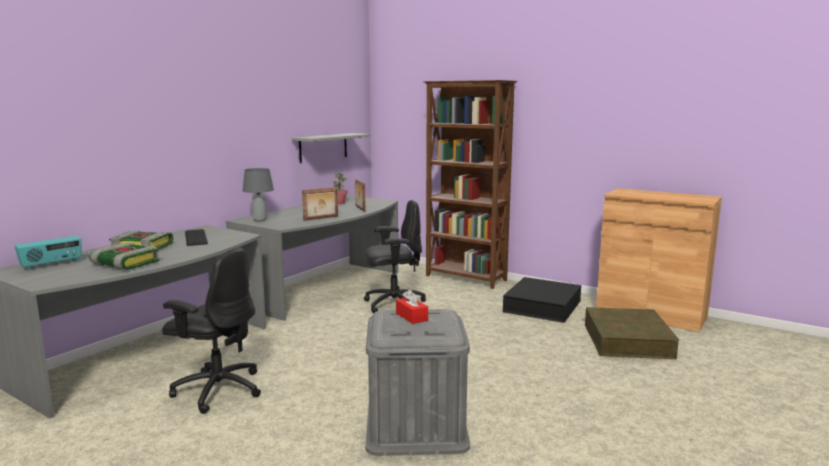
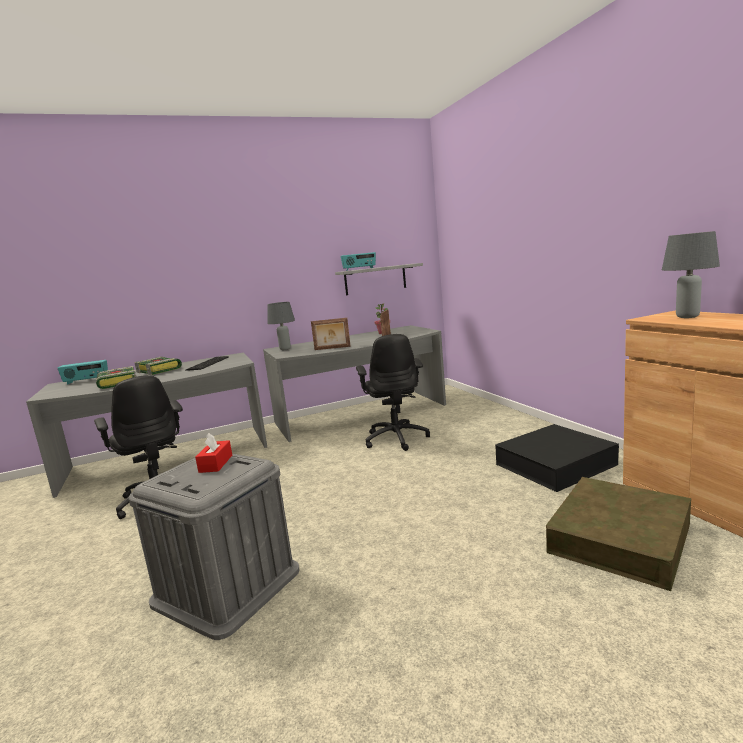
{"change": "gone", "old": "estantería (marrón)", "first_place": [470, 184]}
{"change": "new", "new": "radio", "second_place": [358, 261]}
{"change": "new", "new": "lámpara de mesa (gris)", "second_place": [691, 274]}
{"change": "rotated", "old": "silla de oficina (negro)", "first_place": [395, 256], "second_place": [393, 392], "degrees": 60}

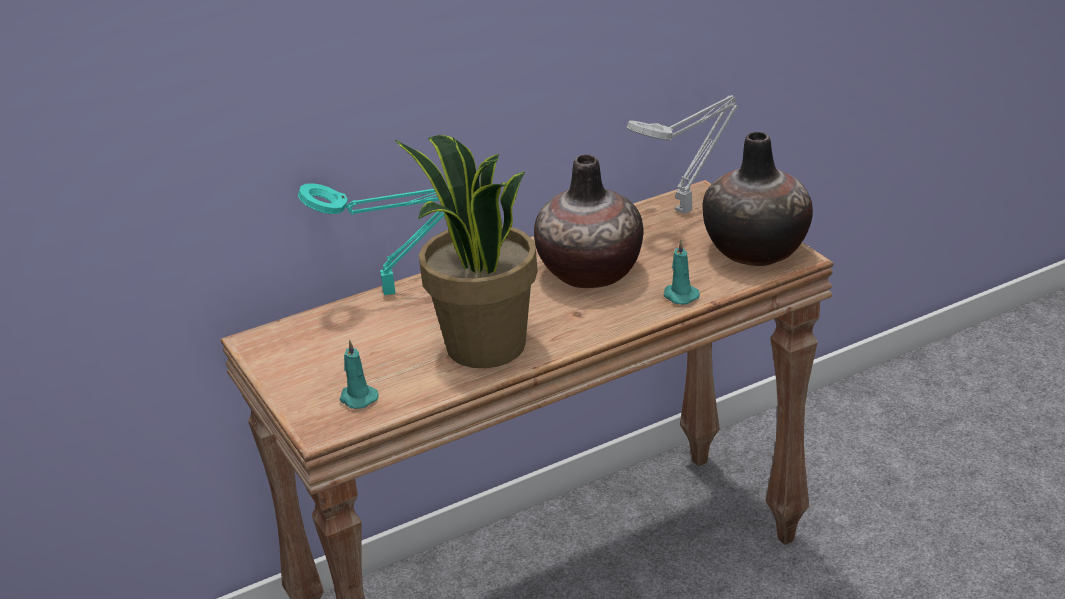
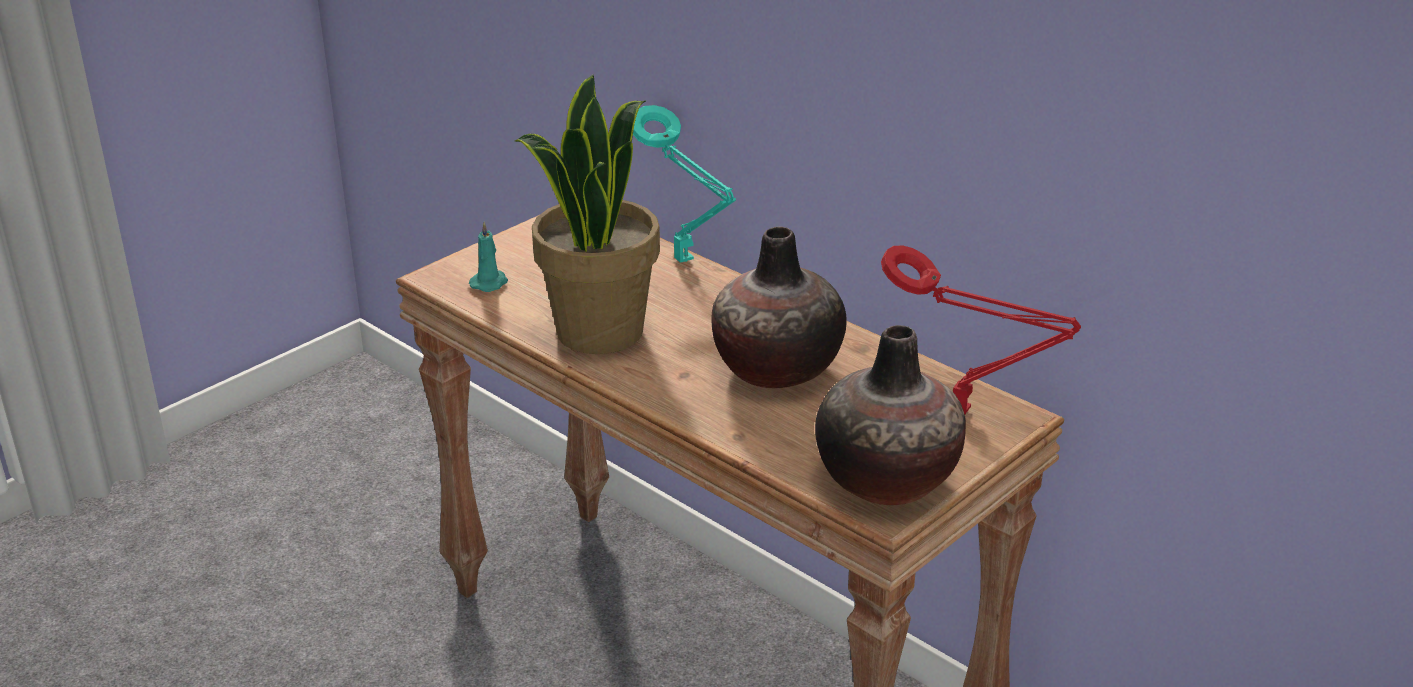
{"change": "gone", "old": "vela (turquesa)", "first_place": [682, 272]}
{"change": "repainted", "old": "lámpara de mesa (gris)", "new": "lámpara de mesa (rojo)", "first_place": [683, 154], "second_place": [981, 329]}

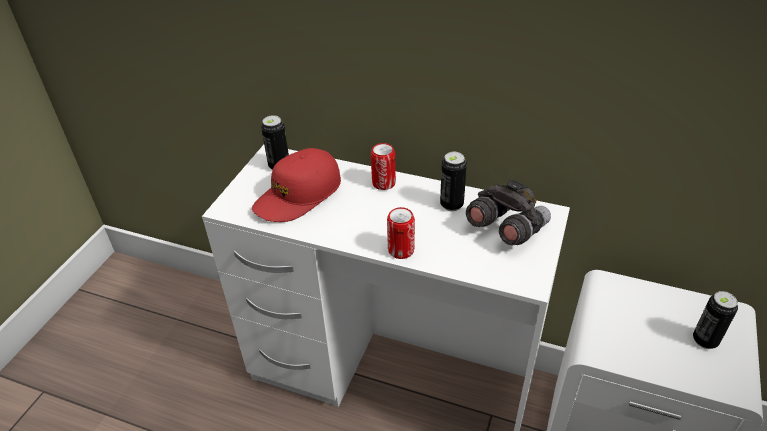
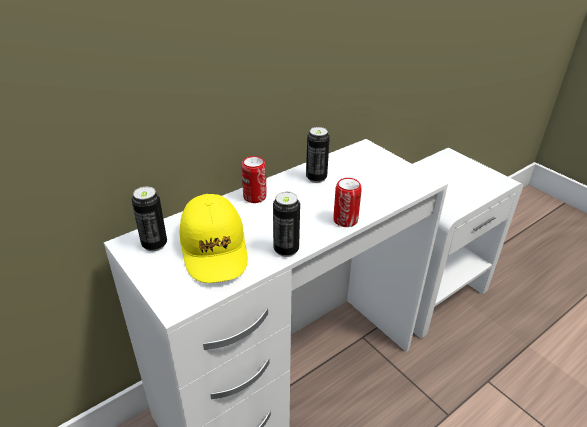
{"change": "gone", "old": "prismáticos (gris)", "first_place": [508, 212]}
{"change": "shifted", "old": "lata", "first_place": [715, 320], "second_place": [286, 224]}
{"change": "repainted", "old": "gorra (rojo)", "new": "gorra (amarillo)", "first_place": [296, 185], "second_place": [214, 238]}

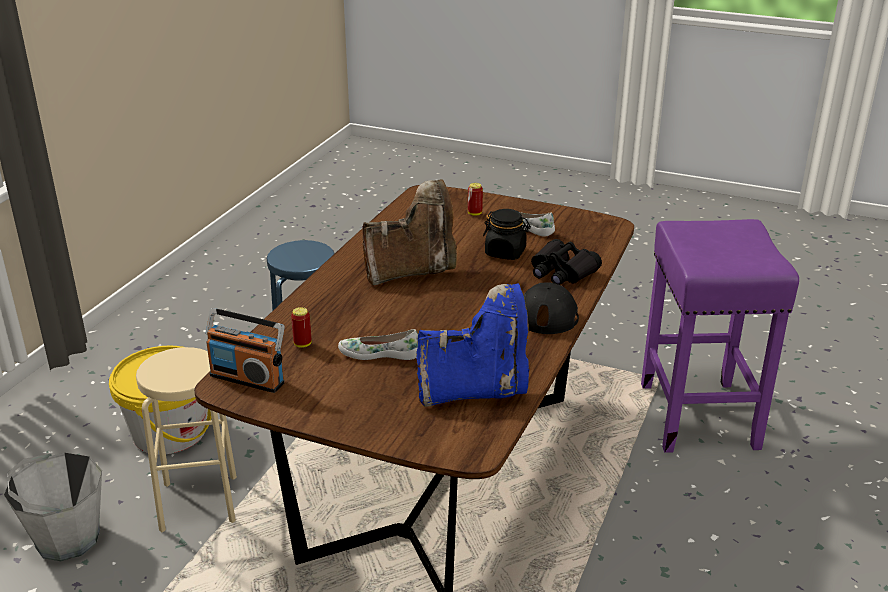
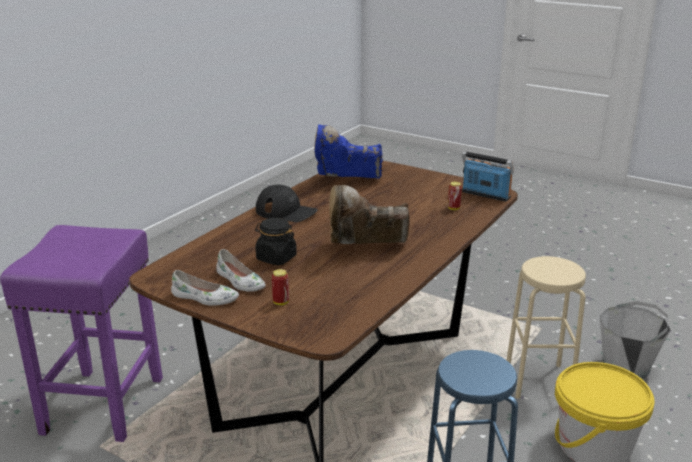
{"change": "gone", "old": "prismáticos (negro)", "first_place": [566, 262]}
{"change": "shifted", "old": "zapato (blanco)", "first_place": [378, 344], "second_place": [205, 288]}

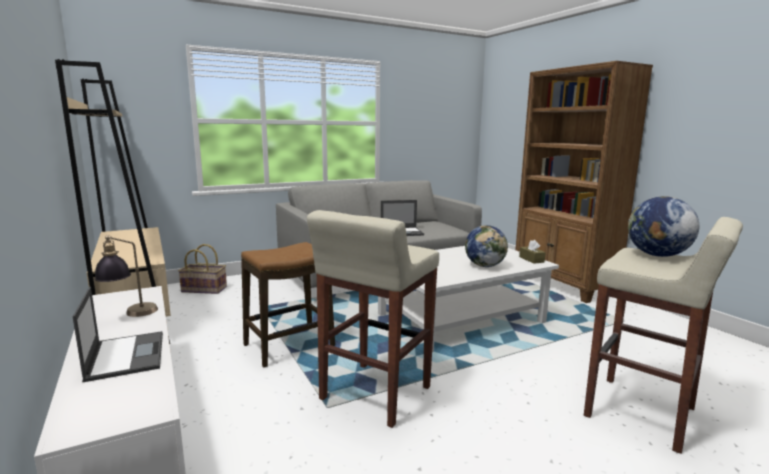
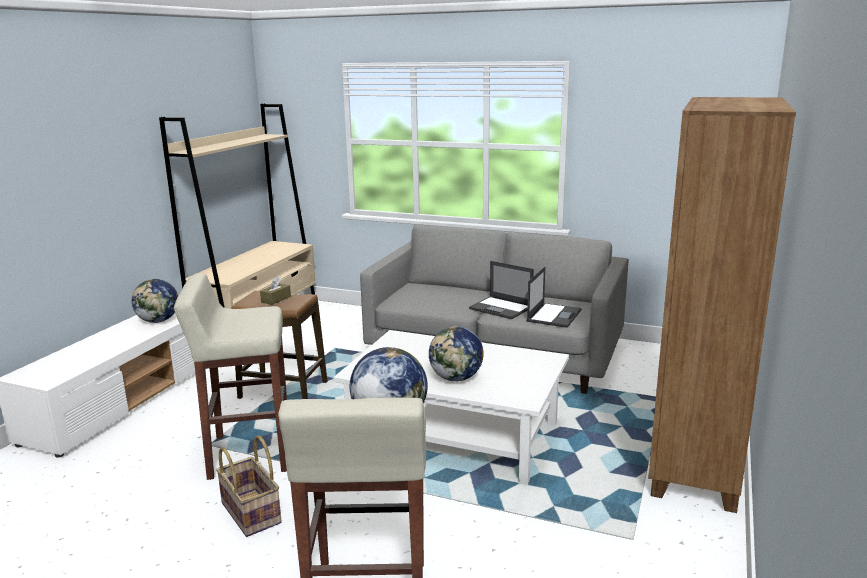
{"change": "shifted", "old": "portátil", "first_place": [118, 334], "second_place": [554, 297]}
{"change": "shifted", "old": "cesta", "first_place": [202, 269], "second_place": [249, 486]}
{"change": "shifted", "old": "caja de pañuelos (marrón)", "first_place": [532, 252], "second_place": [275, 291]}
{"change": "swapped", "old": "lámpara de mesa", "new": "globo terráqueo", "first_place": [126, 276], "second_place": [155, 301]}

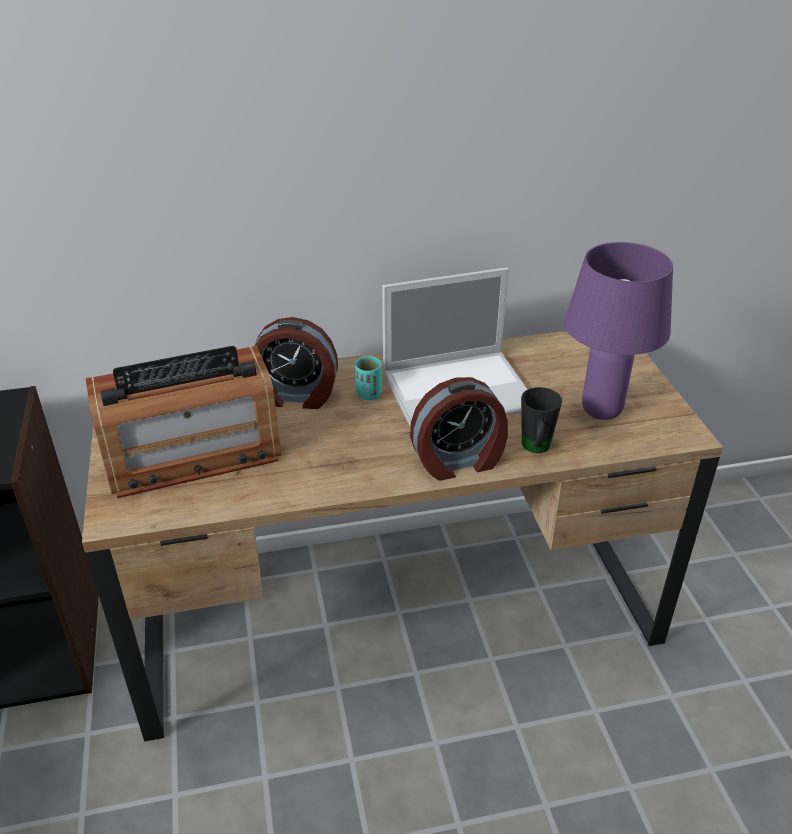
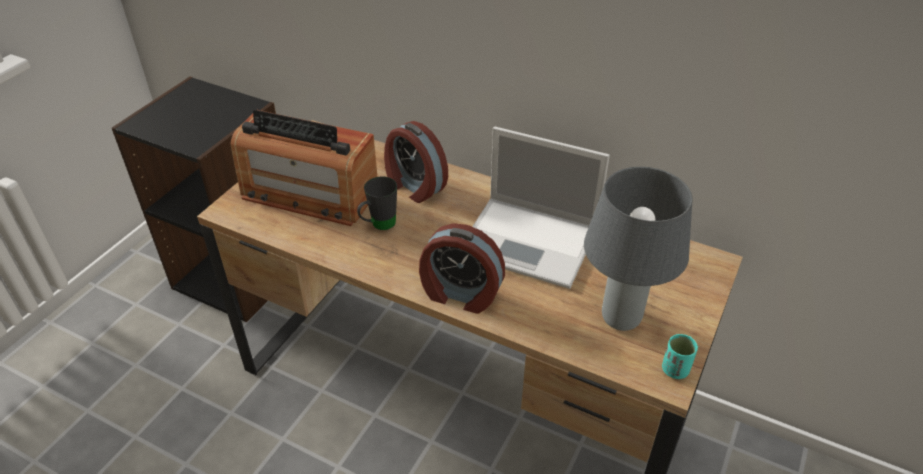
{"change": "shifted", "old": "taza (turquesa)", "first_place": [368, 378], "second_place": [680, 356]}
{"change": "shifted", "old": "taza grande (negro)", "first_place": [541, 420], "second_place": [377, 203]}
{"change": "repainted", "old": "lámpara de mesa (morado)", "new": "lámpara de mesa (gris)", "first_place": [618, 331], "second_place": [638, 249]}

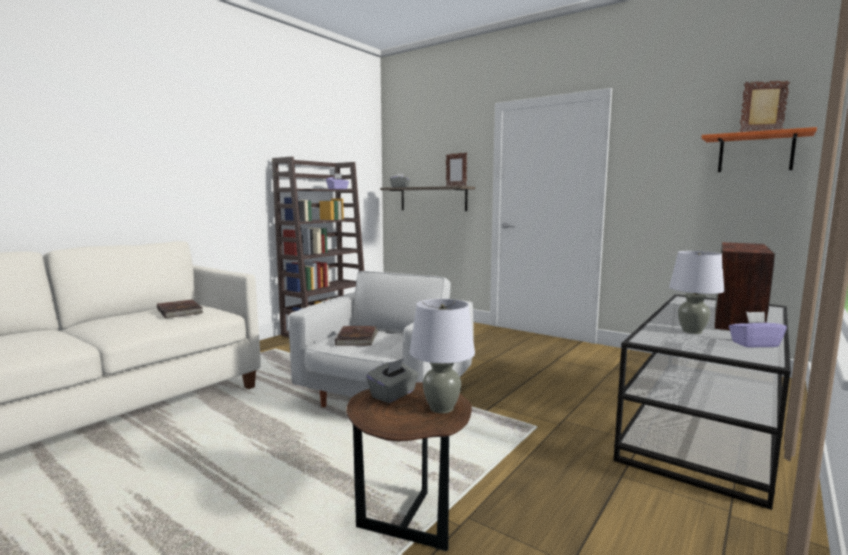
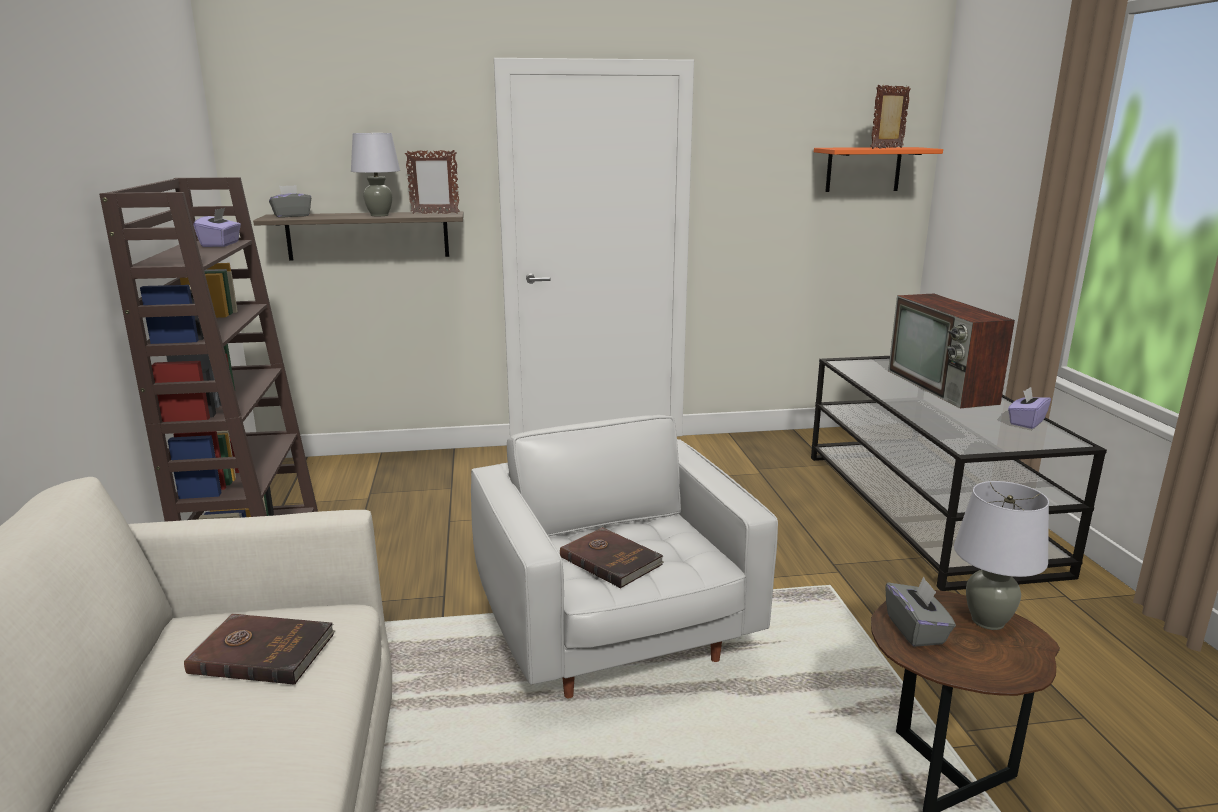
{"change": "shifted", "old": "lámpara de mesa (gris)", "first_place": [697, 292], "second_place": [375, 174]}

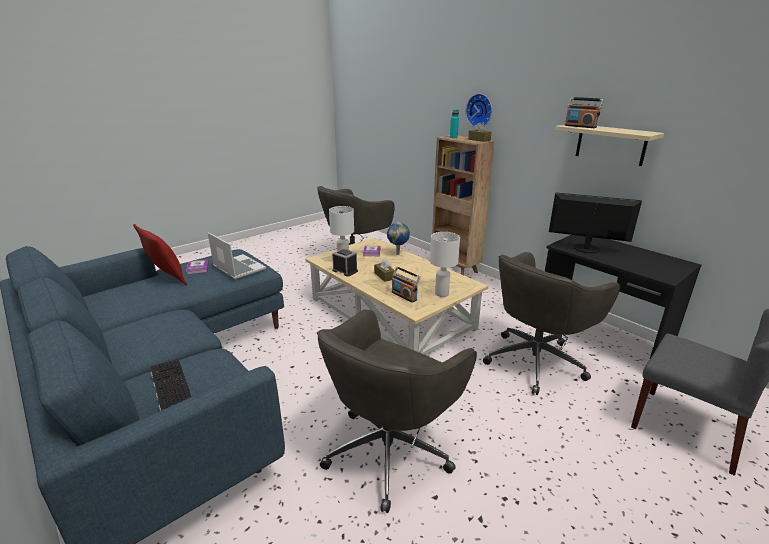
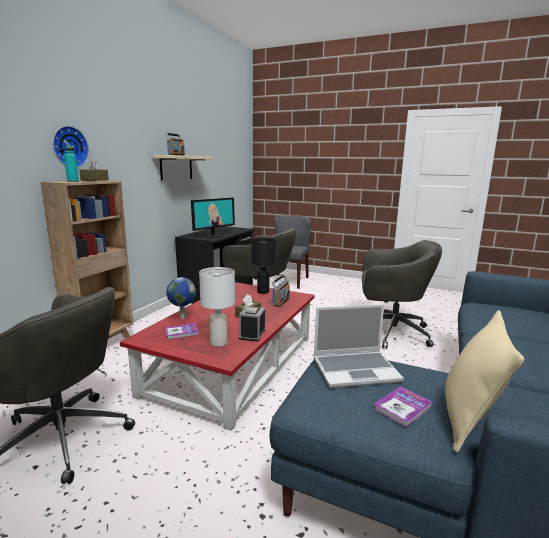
{"change": "gone", "old": "teclado", "first_place": [171, 385]}
{"change": "repainted", "old": "cojín (rojo)", "new": "cojín (beis)", "first_place": [160, 254], "second_place": [485, 381]}
{"change": "repainted", "old": "mesa de centro (beis)", "new": "mesa de centro (rojo)", "first_place": [396, 296], "second_place": [217, 356]}
{"change": "repainted", "old": "lámpara de mesa (blanco)", "new": "lámpara de mesa (negro)", "first_place": [445, 264], "second_place": [263, 266]}
{"change": "rotated", "old": "portátil", "first_place": [237, 256], "second_place": [358, 346], "degrees": -120}
{"change": "rotated", "old": "monitor", "first_place": [595, 222], "second_place": [213, 217], "degrees": -135}

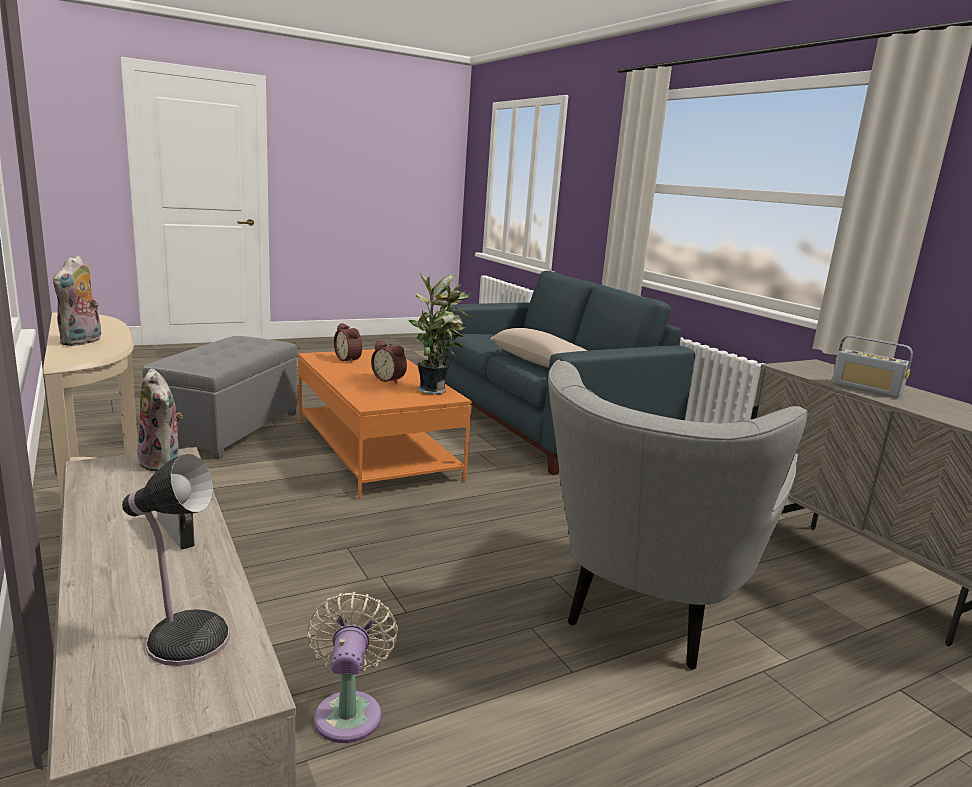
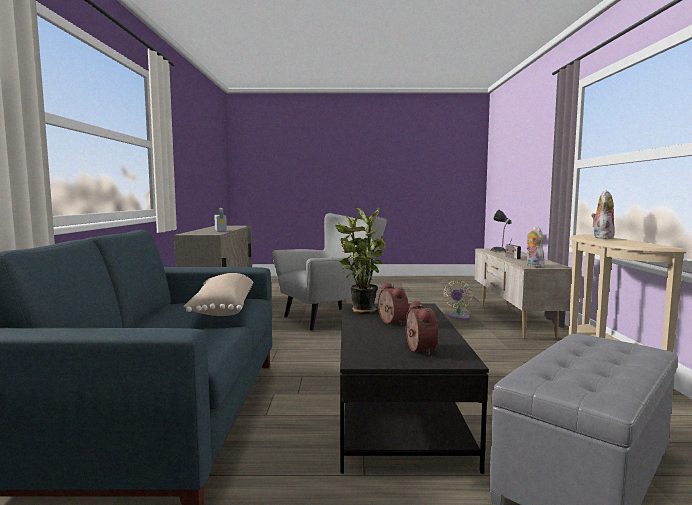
{"change": "repainted", "old": "mesa de centro (naranja)", "new": "mesa de centro (negro)", "first_place": [385, 424], "second_place": [414, 388]}

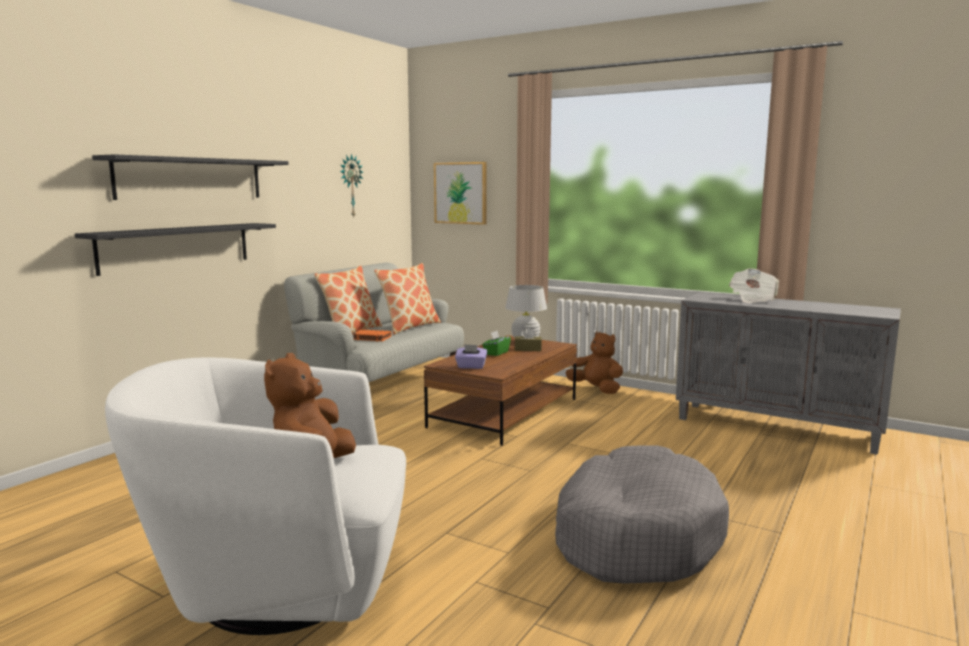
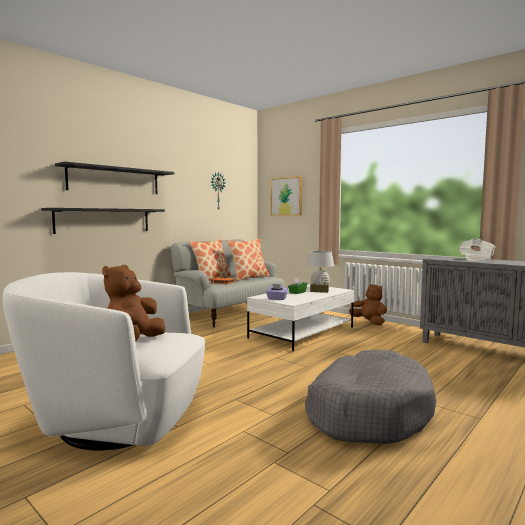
{"change": "repainted", "old": "mesa de centro (marrón)", "new": "mesa de centro (blanco)", "first_place": [500, 390], "second_place": [300, 317]}

